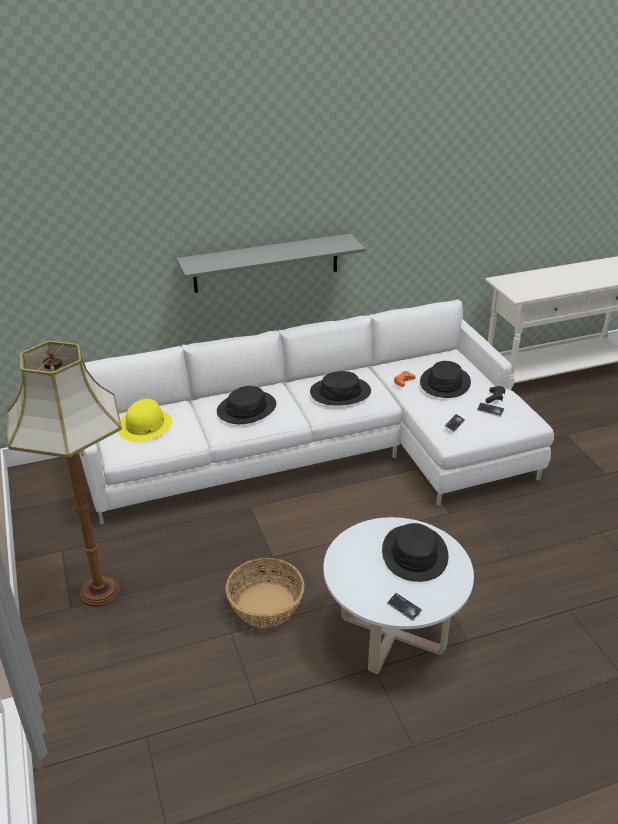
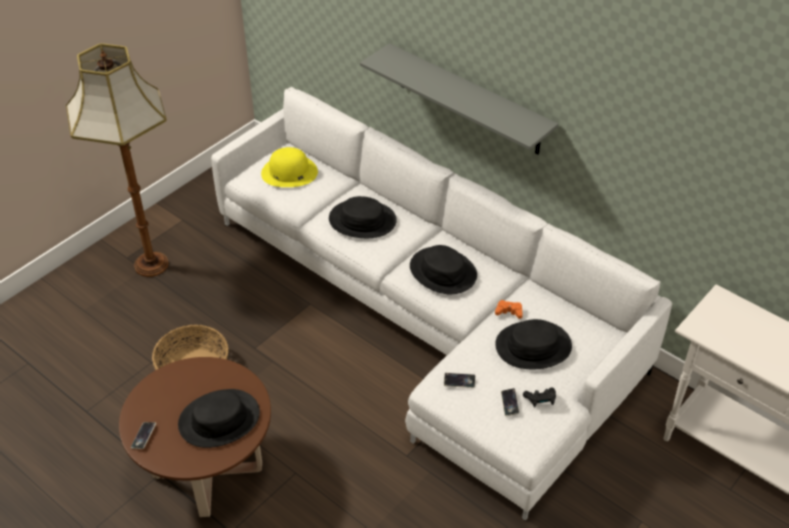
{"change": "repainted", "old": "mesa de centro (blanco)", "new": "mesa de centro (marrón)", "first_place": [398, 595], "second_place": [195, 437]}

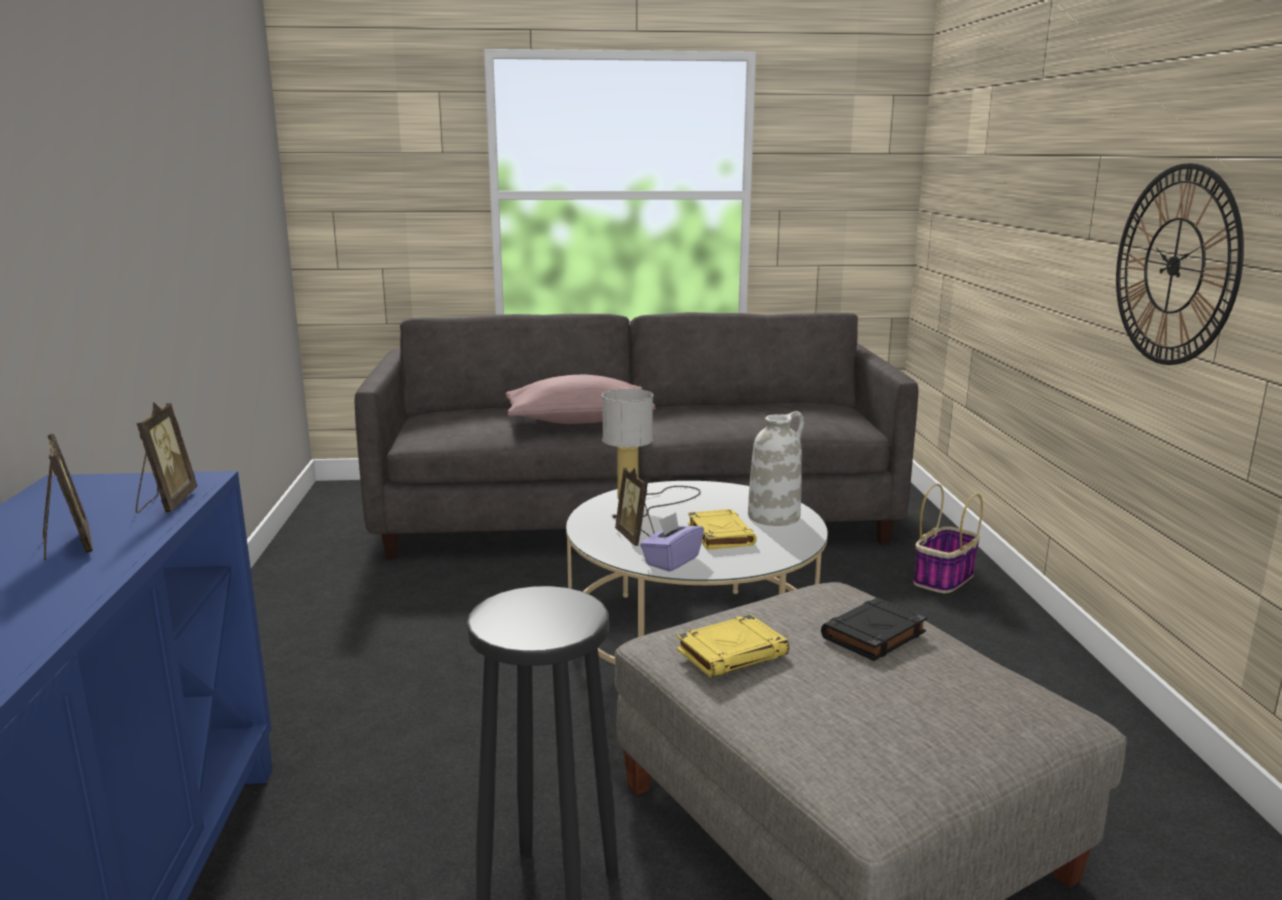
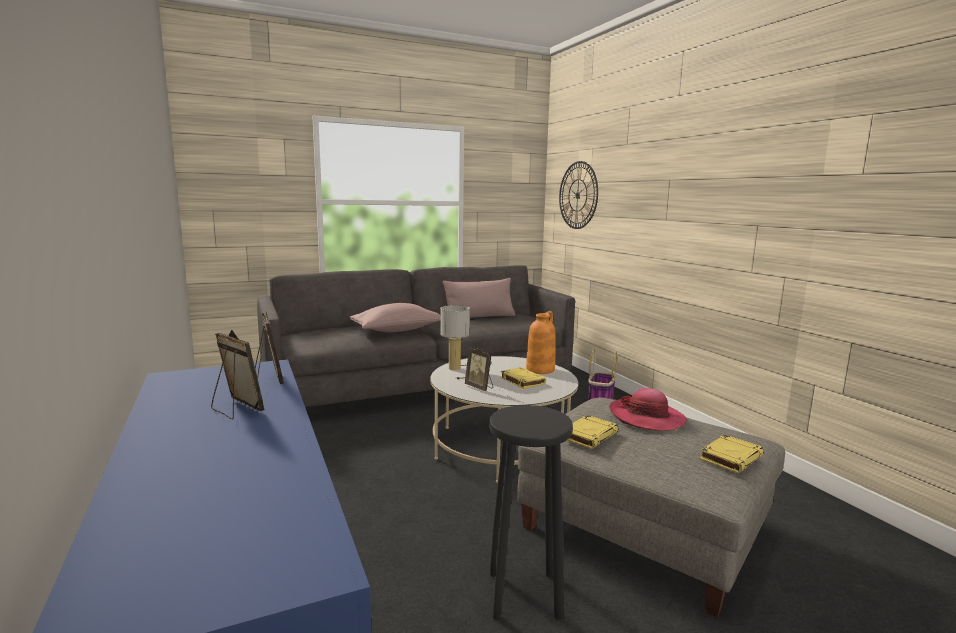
{"change": "gone", "old": "caja de pañuelos (morado)", "first_place": [672, 542]}
{"change": "new", "new": "cojín (rosa)", "second_place": [479, 298]}
{"change": "new", "new": "libro (amarillo)", "second_place": [732, 454]}
{"change": "shifted", "old": "reloj de pared", "first_place": [1180, 264], "second_place": [578, 195]}
{"change": "swapped", "old": "libro (negro)", "new": "sombrero", "first_place": [874, 629], "second_place": [648, 409]}
{"change": "repainted", "old": "florero (blanco)", "new": "florero (naranja)", "first_place": [776, 468], "second_place": [540, 342]}

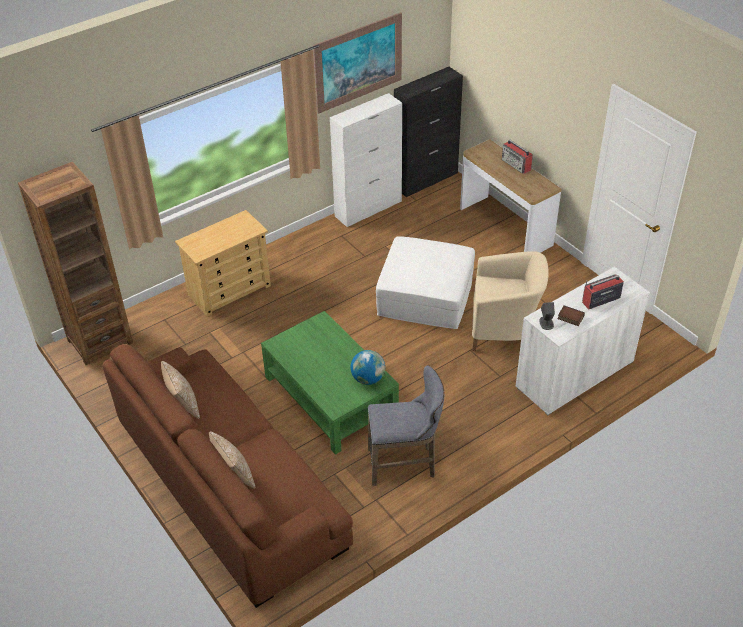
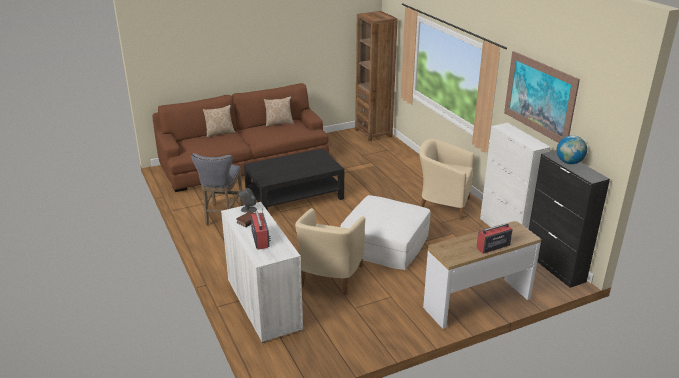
{"change": "gone", "old": "cómoda (beis)", "first_place": [223, 263]}
{"change": "new", "new": "sillón (beis)", "second_place": [446, 179]}
{"change": "shifted", "old": "globo terráqueo", "first_place": [367, 367], "second_place": [572, 149]}
{"change": "repainted", "old": "mesa de centro (verde)", "new": "mesa de centro (negro)", "first_place": [330, 383], "second_place": [294, 179]}

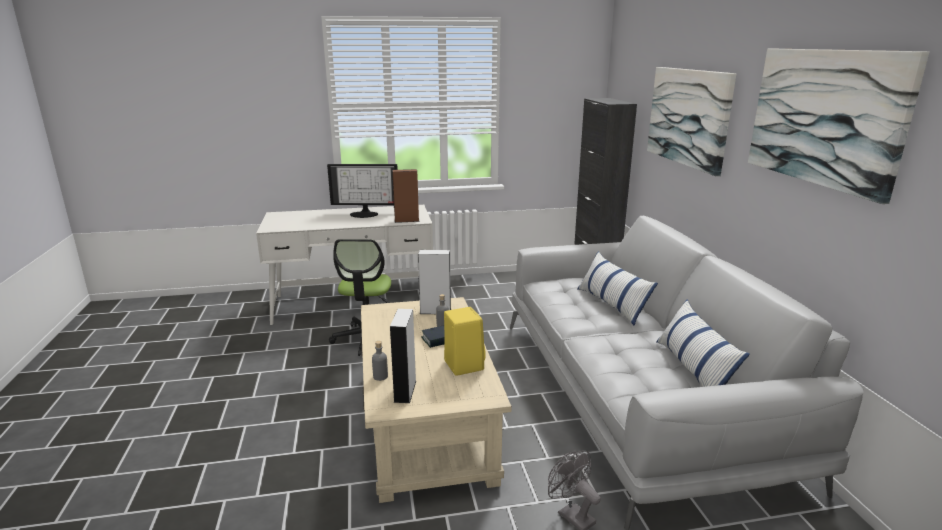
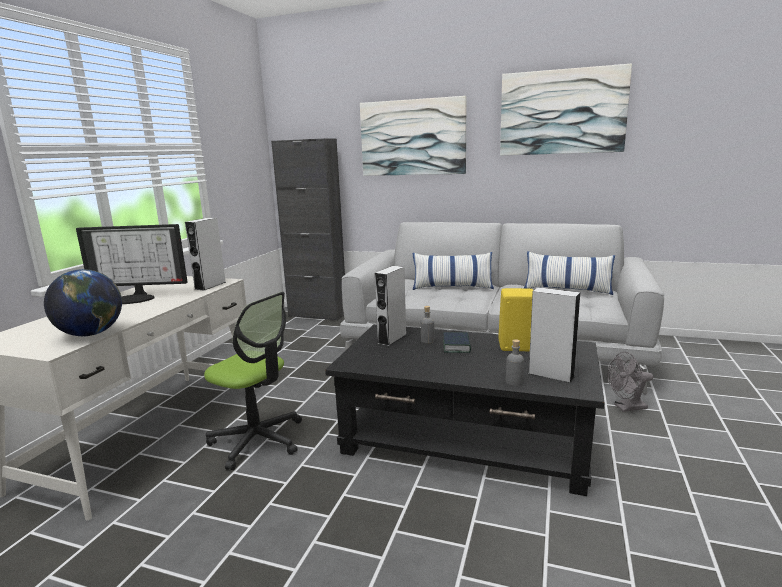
{"change": "new", "new": "globo terráqueo", "second_place": [83, 302]}
{"change": "repainted", "old": "mesa de centro (beis)", "new": "mesa de centro (negro)", "first_place": [436, 400], "second_place": [465, 410]}
{"change": "repainted", "old": "altavoz (marrón)", "new": "altavoz (gris)", "first_place": [406, 196], "second_place": [205, 254]}
{"change": "rotated", "old": "monitor", "first_place": [362, 191], "second_place": [132, 264], "degrees": 60}

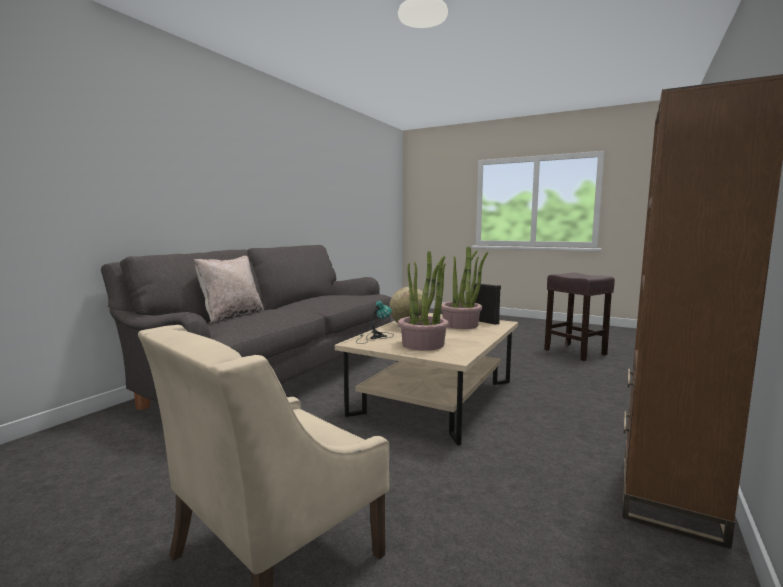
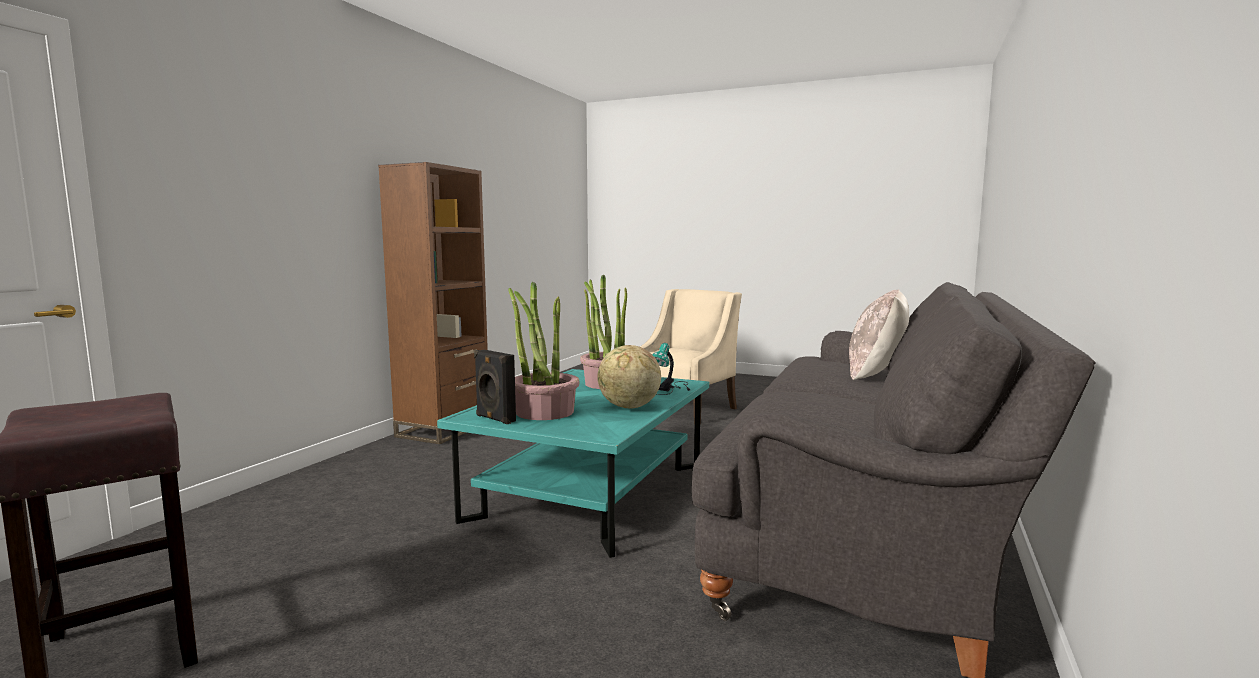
{"change": "repainted", "old": "mesa de centro (beis)", "new": "mesa de centro (turquesa)", "first_place": [426, 379], "second_place": [573, 463]}

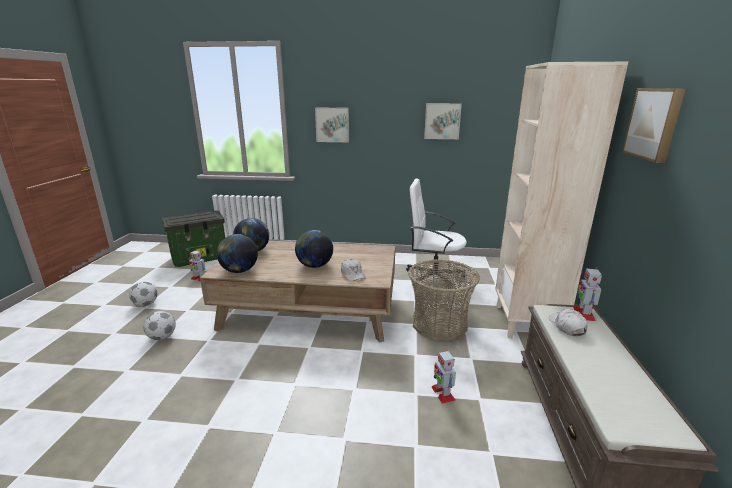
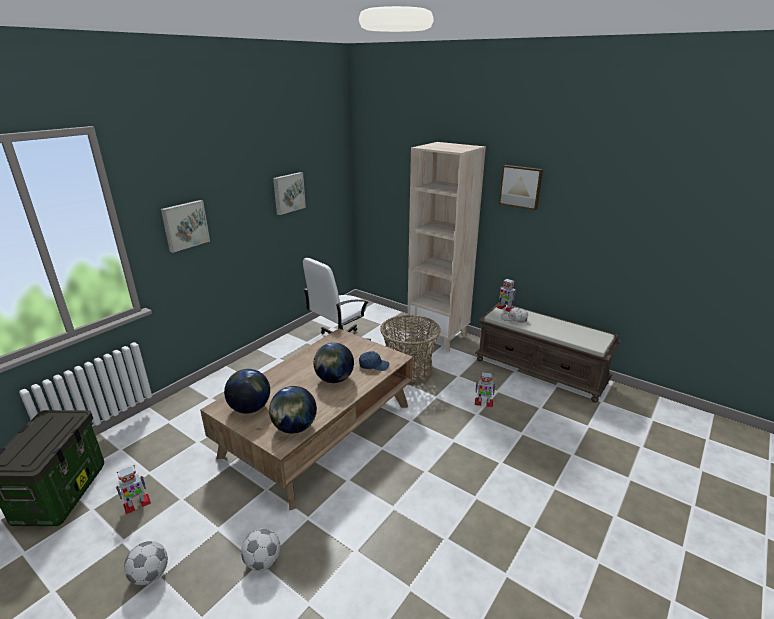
{"change": "repainted", "old": "gorra (blanco)", "new": "gorra (azul)", "first_place": [353, 270], "second_place": [374, 361]}

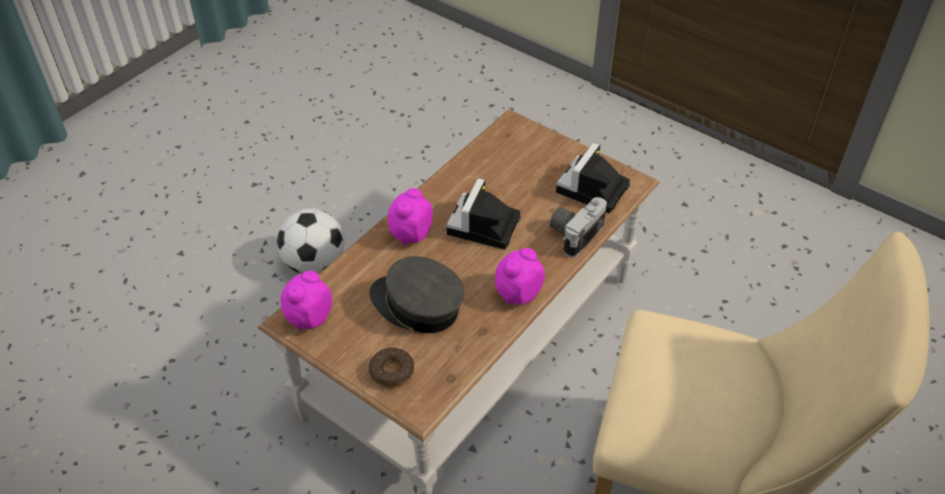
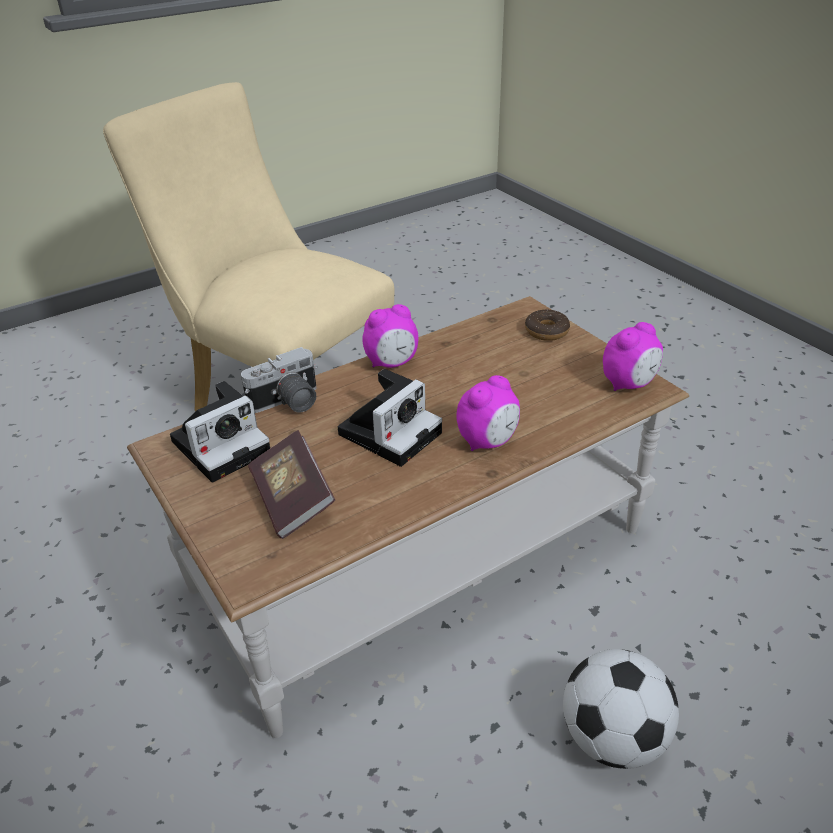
{"change": "gone", "old": "gorra (gris)", "first_place": [416, 294]}
{"change": "new", "new": "libro", "second_place": [291, 484]}

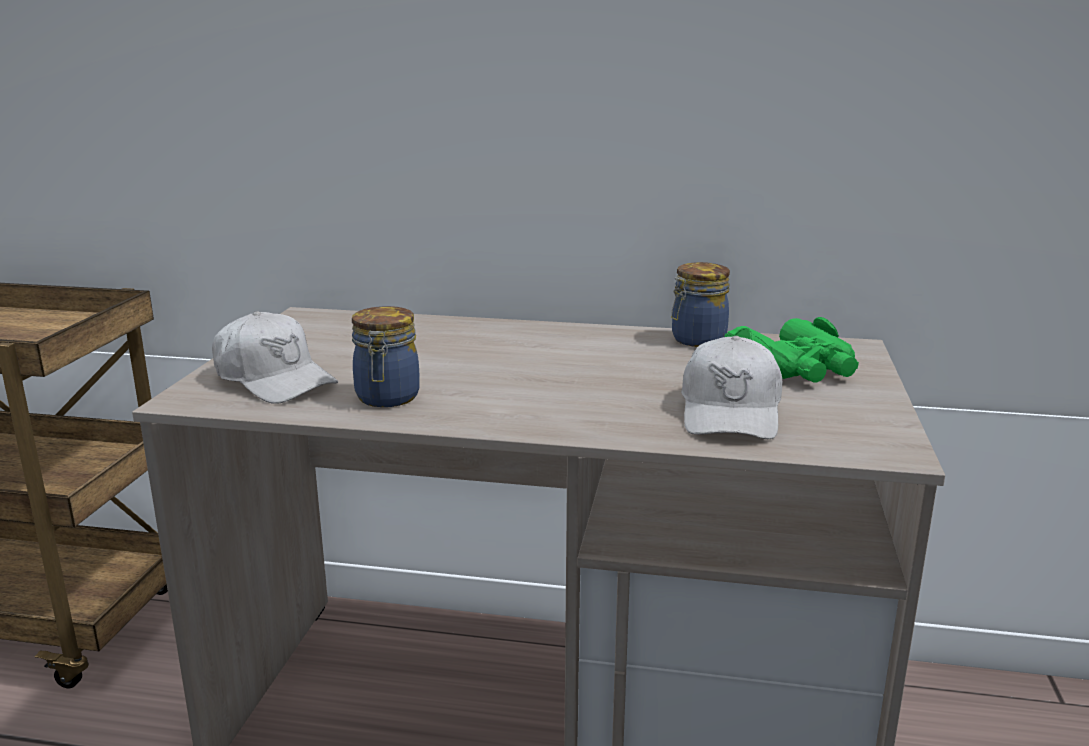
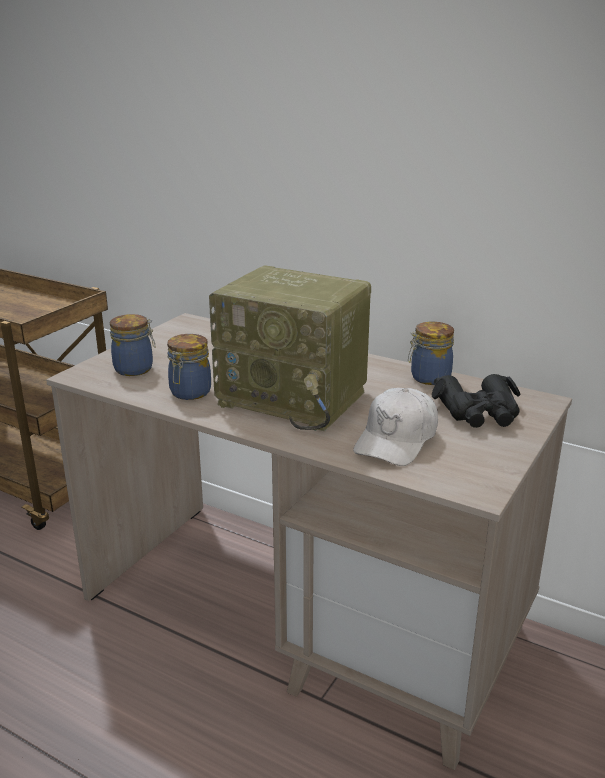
{"change": "new", "new": "radio", "second_place": [290, 348]}
{"change": "swapped", "old": "gorra (blanco)", "new": "tarro", "first_place": [275, 357], "second_place": [133, 345]}
{"change": "repainted", "old": "prismáticos (verde)", "new": "prismáticos (negro)", "first_place": [791, 349], "second_place": [476, 401]}

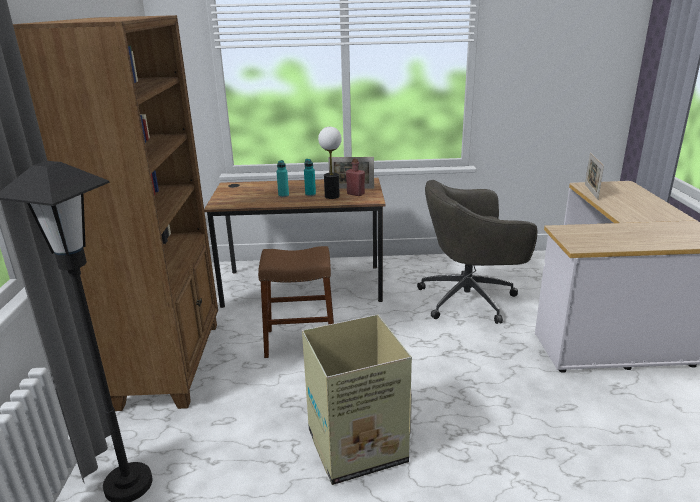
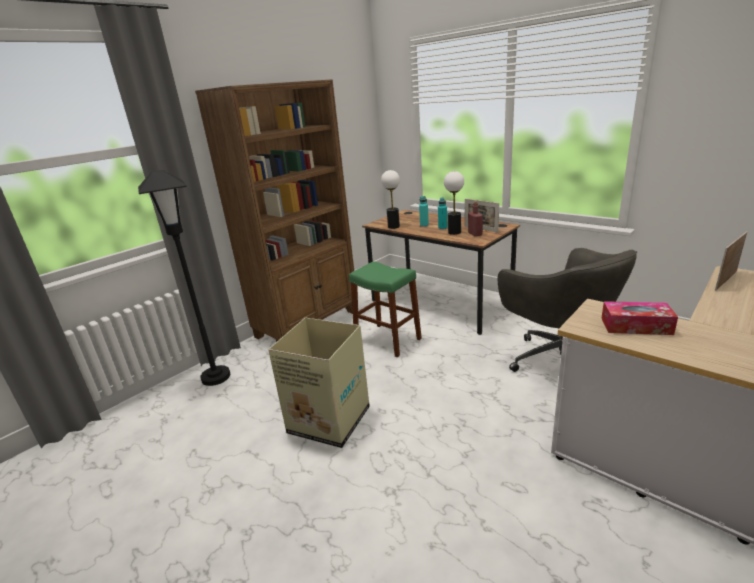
{"change": "new", "new": "lámpara de mesa", "second_place": [390, 199]}
{"change": "new", "new": "caja de pañuelos", "second_place": [639, 318]}
{"change": "repainted", "old": "taburete (marrón)", "new": "taburete (verde)", "first_place": [296, 302], "second_place": [385, 309]}
{"change": "rotated", "old": "silla de oficina (gris)", "first_place": [477, 252], "second_place": [567, 310], "degrees": -150}

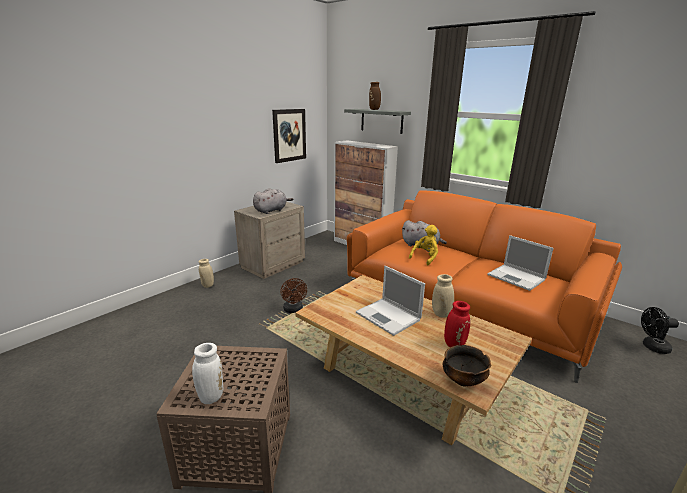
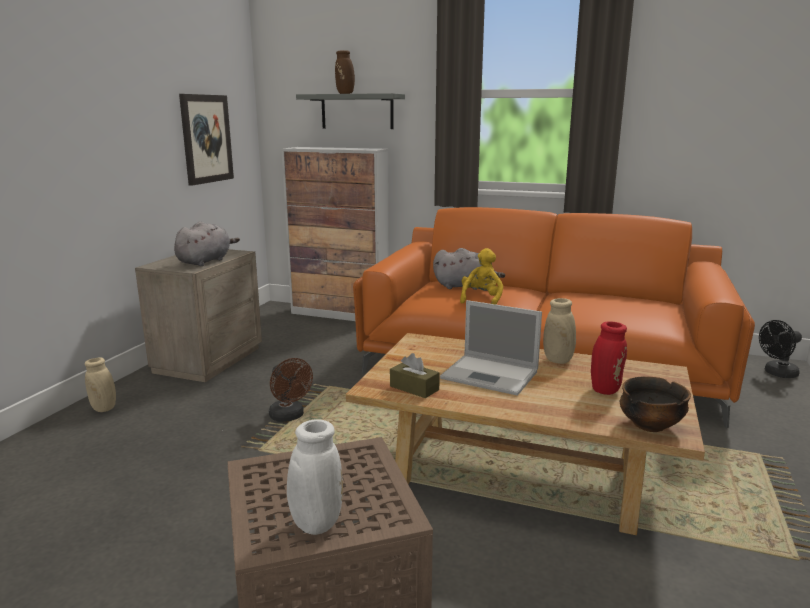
{"change": "gone", "old": "portátil", "first_place": [520, 263]}
{"change": "new", "new": "caja de pañuelos (marrón)", "second_place": [415, 375]}

